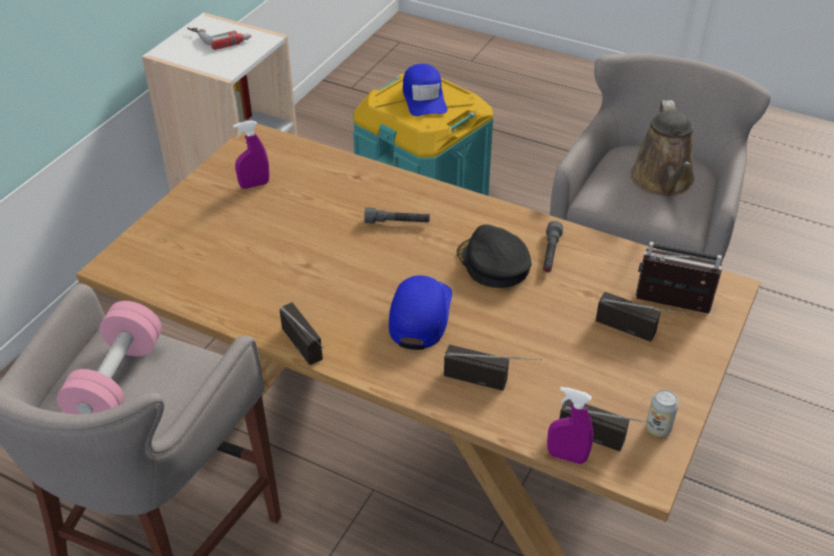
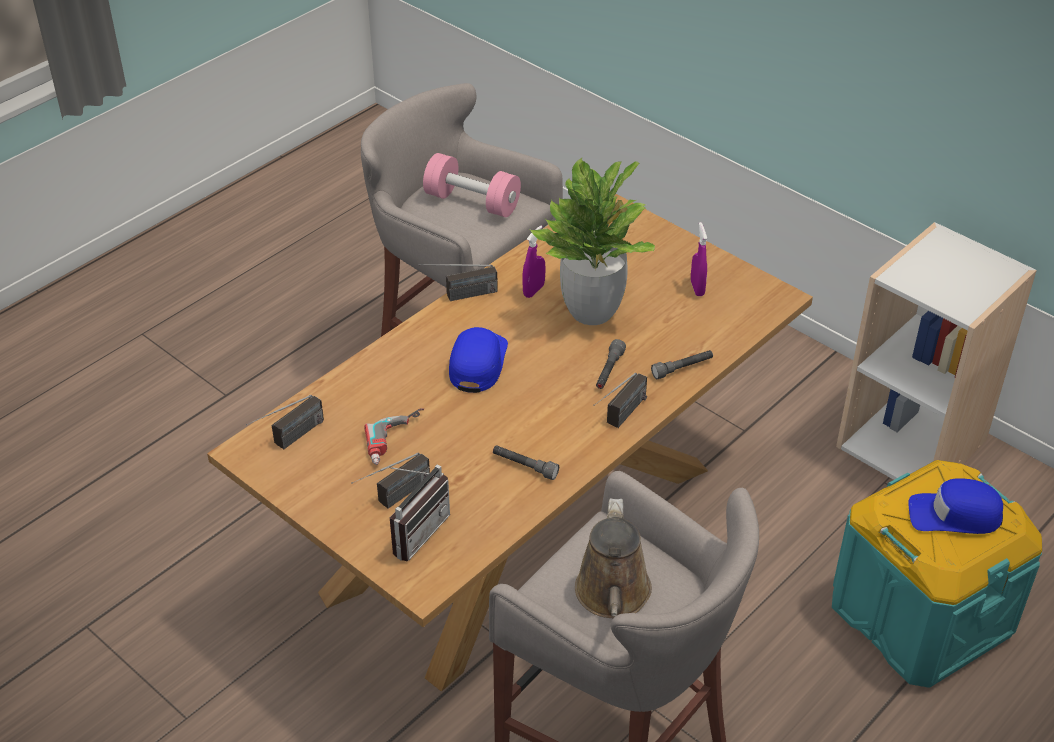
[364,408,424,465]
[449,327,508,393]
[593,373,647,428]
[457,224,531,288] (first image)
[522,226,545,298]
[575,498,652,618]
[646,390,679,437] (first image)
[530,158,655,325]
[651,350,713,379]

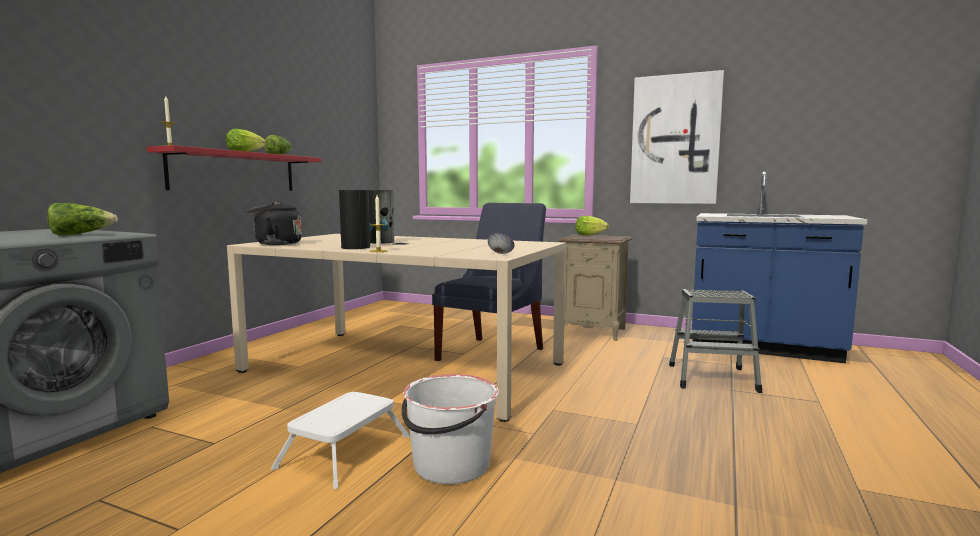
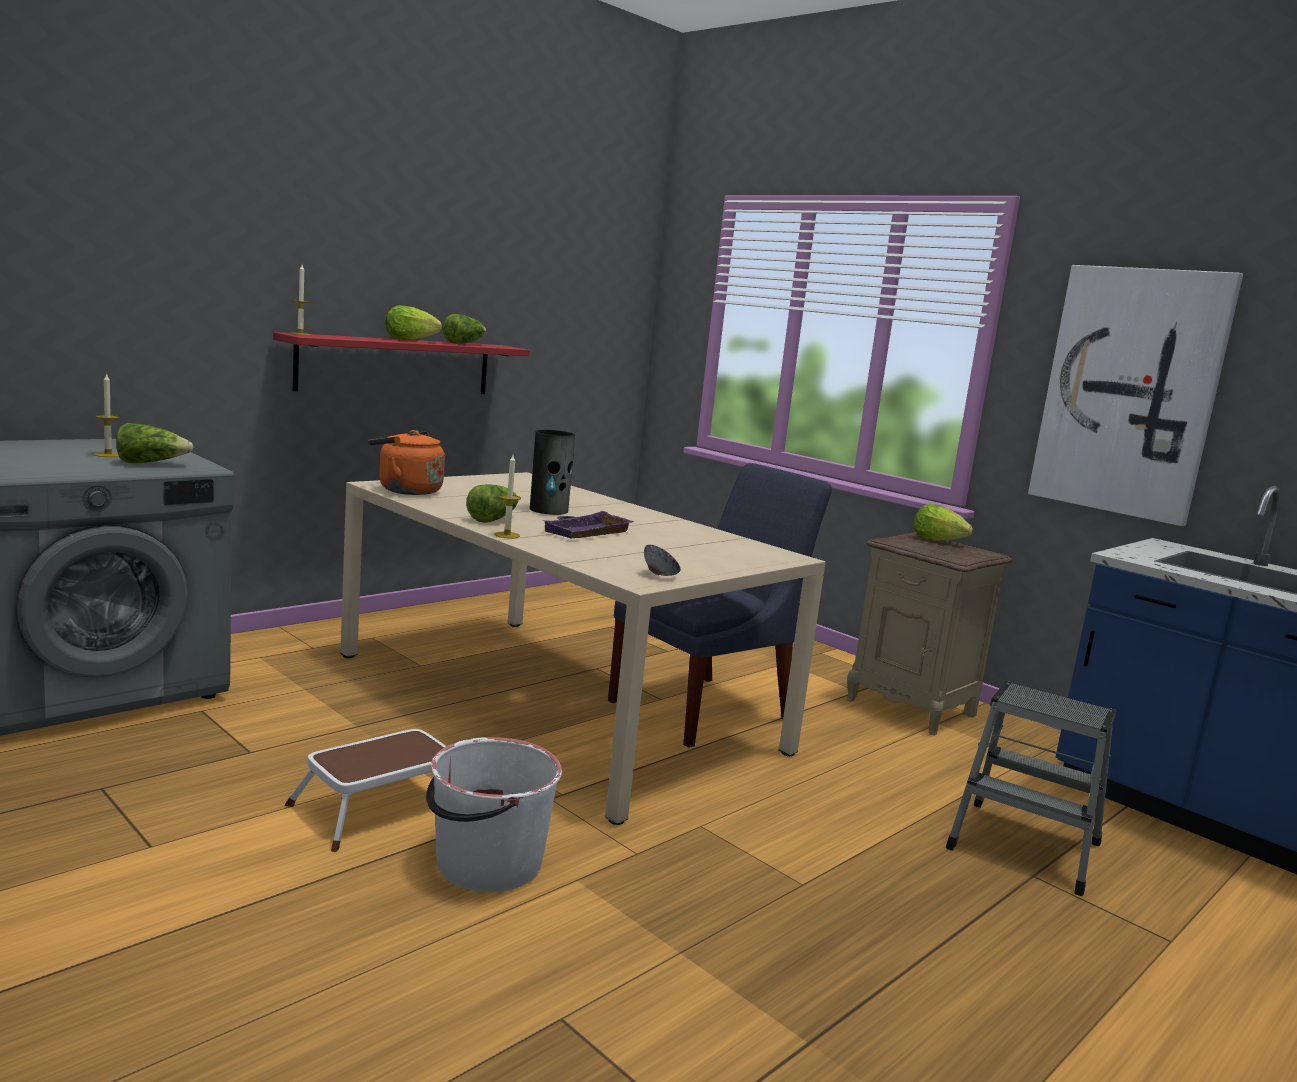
[368,430,445,495]
[284,729,446,852]
[466,484,518,523]
[94,373,120,457]
[542,511,634,539]

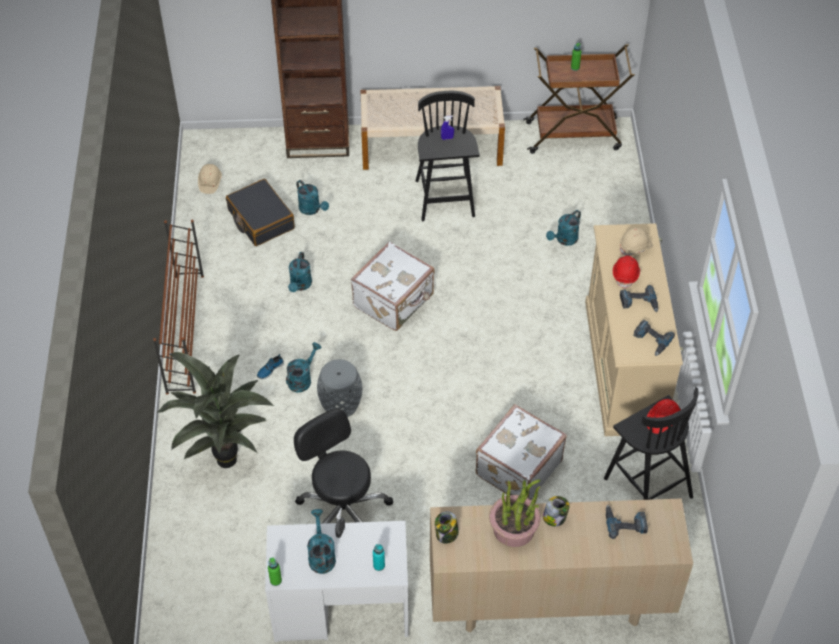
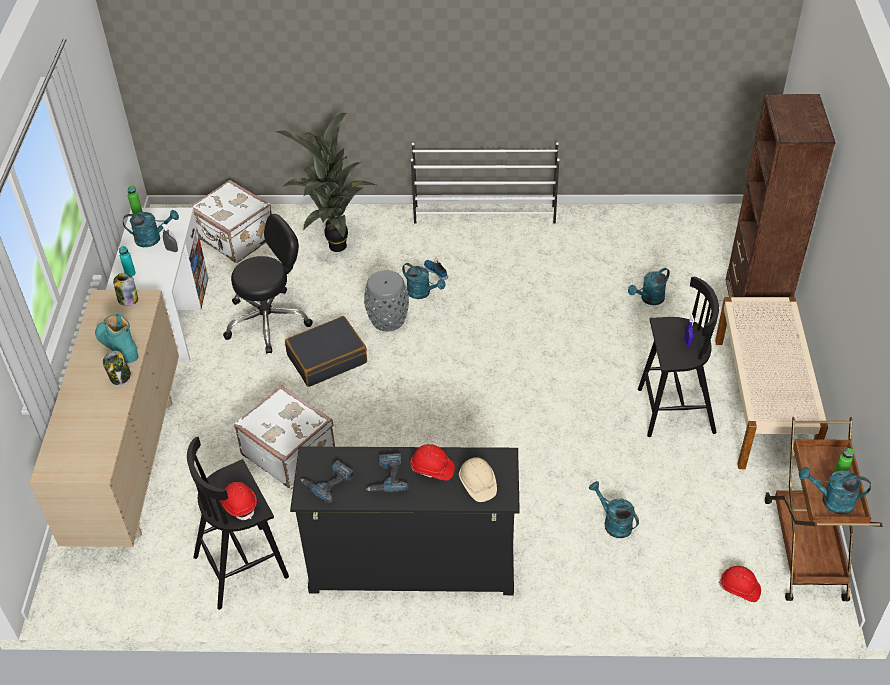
[411,142,560,225]
[198,164,222,194] (first image)
[285,316,367,387]
[799,467,871,515]
[188,180,272,263]
[95,314,138,363]
[290,447,520,595]
[606,505,648,539] (first image)
[719,566,761,602]

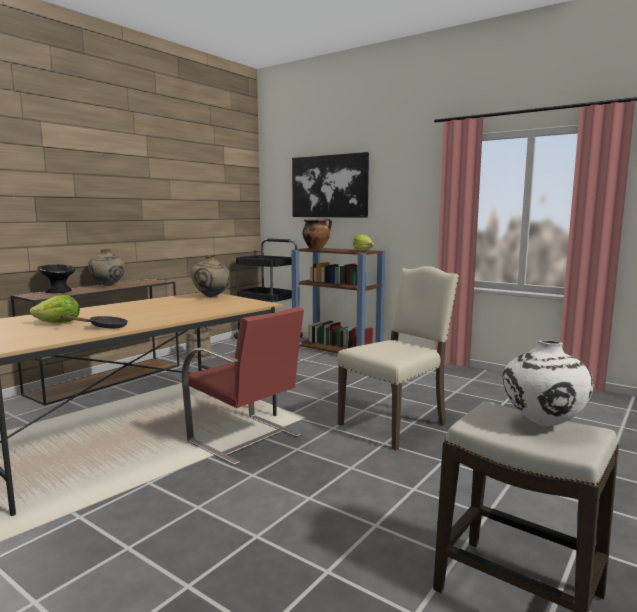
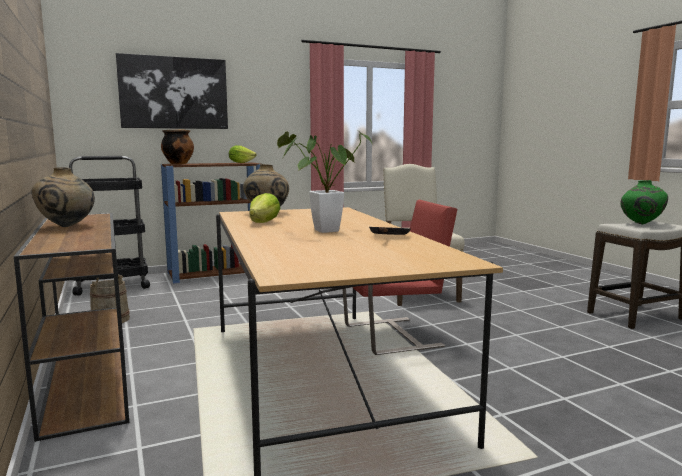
[249,193,280,223]
[37,264,75,293] (first image)
[620,180,668,224]
[277,131,372,233]

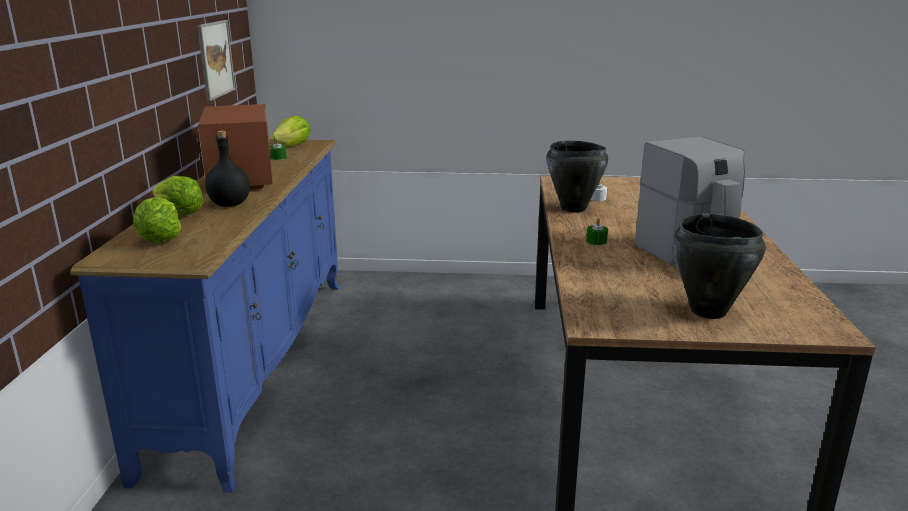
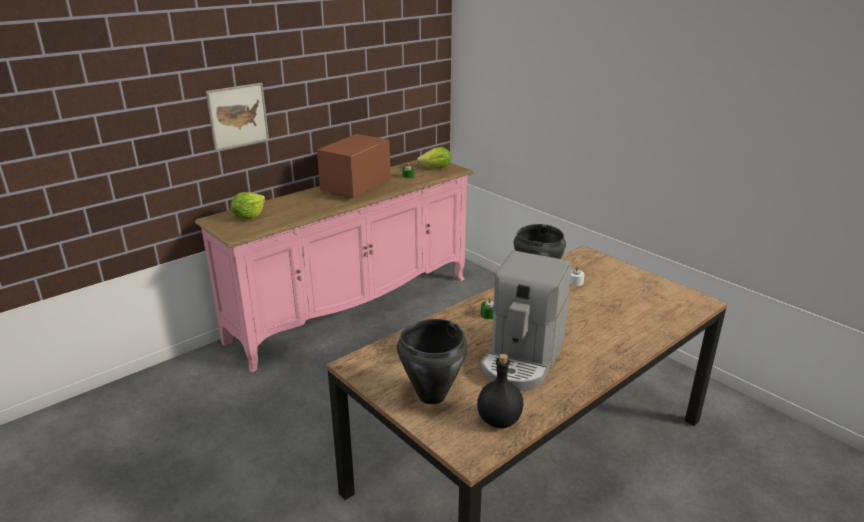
[195,160,474,372]
[152,176,204,215] (first image)
[206,83,269,151]
[477,354,523,428]

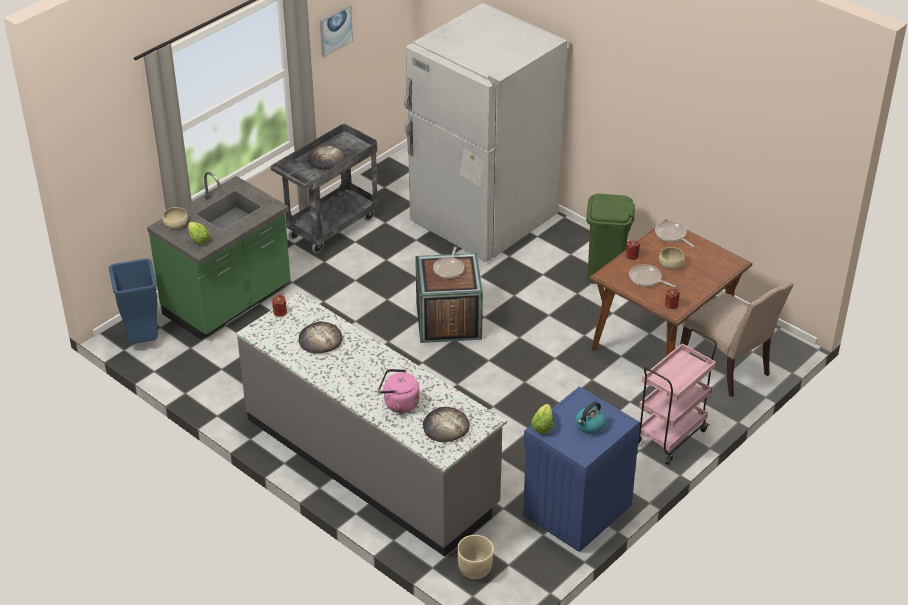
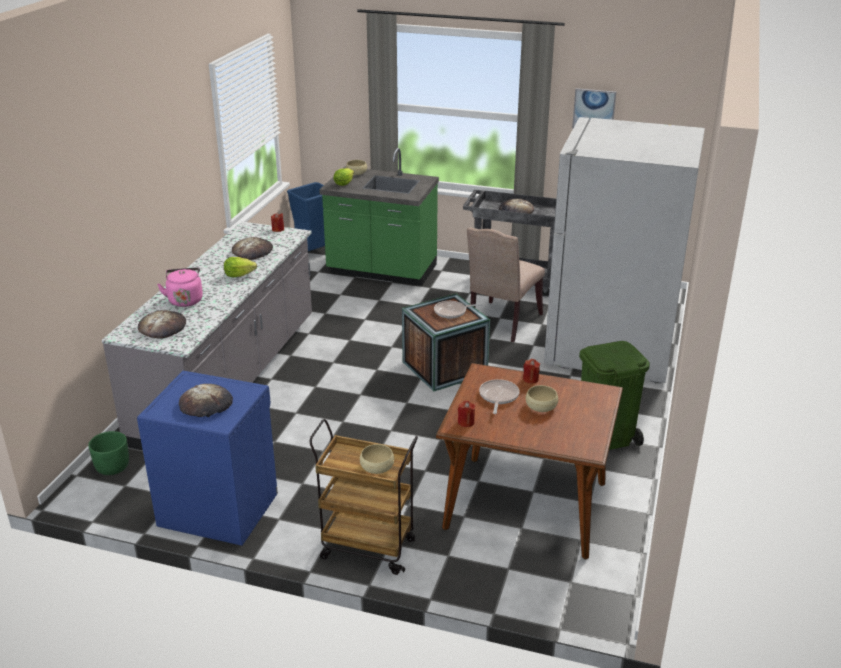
[88,431,129,475]
[224,257,257,277]
[179,384,233,417]
[310,419,418,575]
[655,221,694,247] (first image)
[467,227,545,342]
[360,444,394,474]

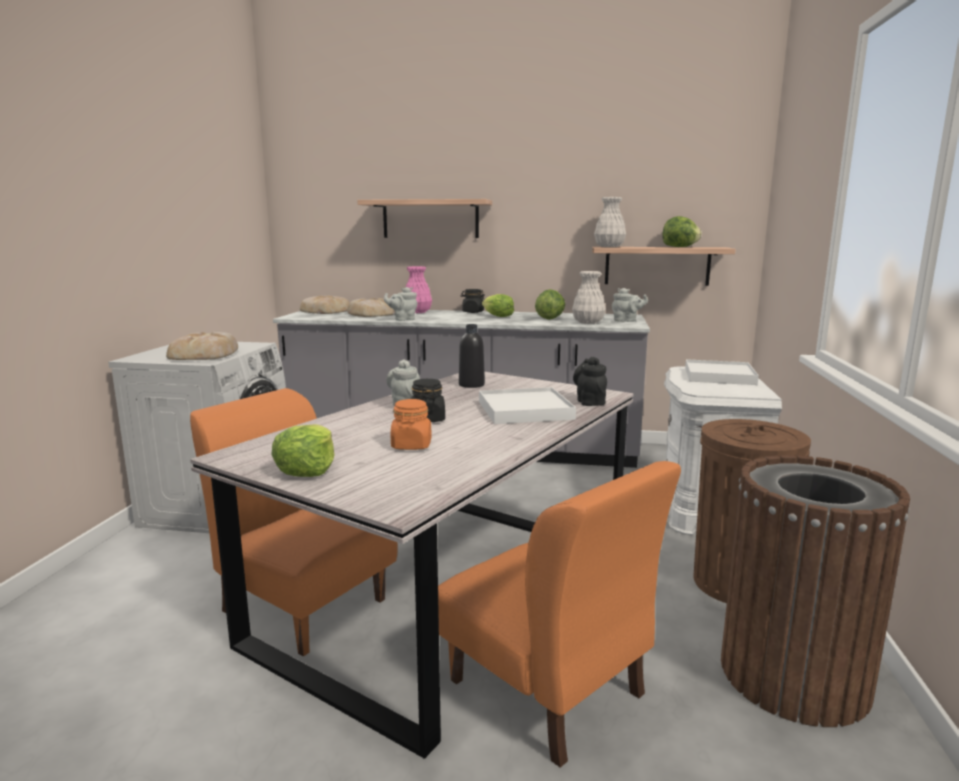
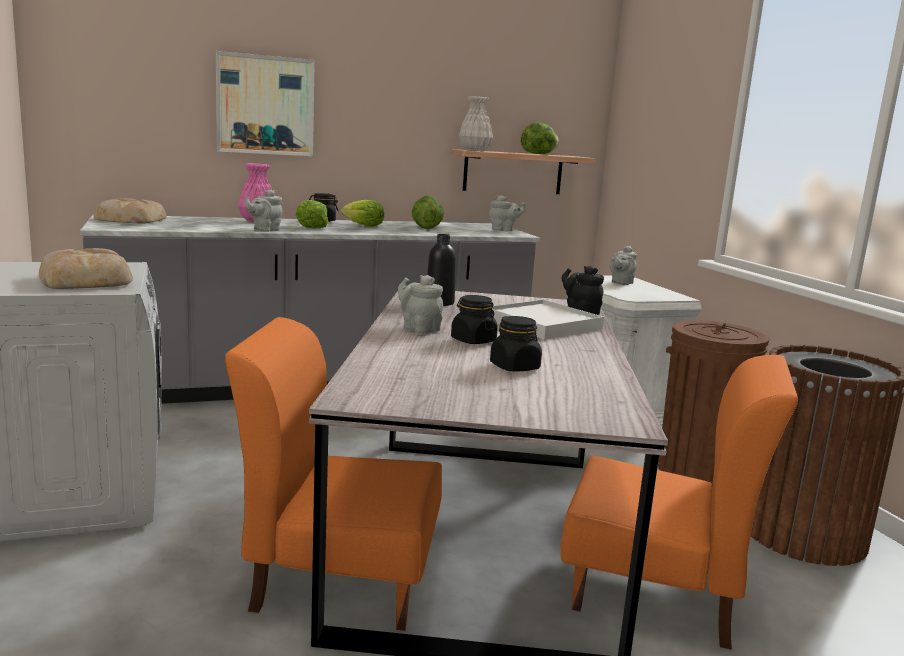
[296,200,328,228]
[347,298,395,317] (first image)
[216,51,315,156]
[490,316,542,371]
[572,271,606,324] (first image)
[609,246,637,285]

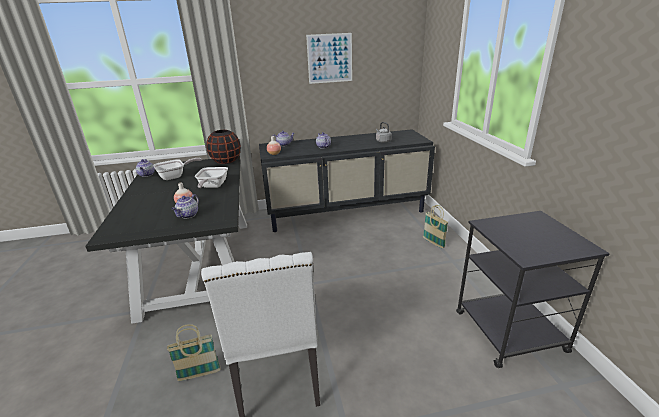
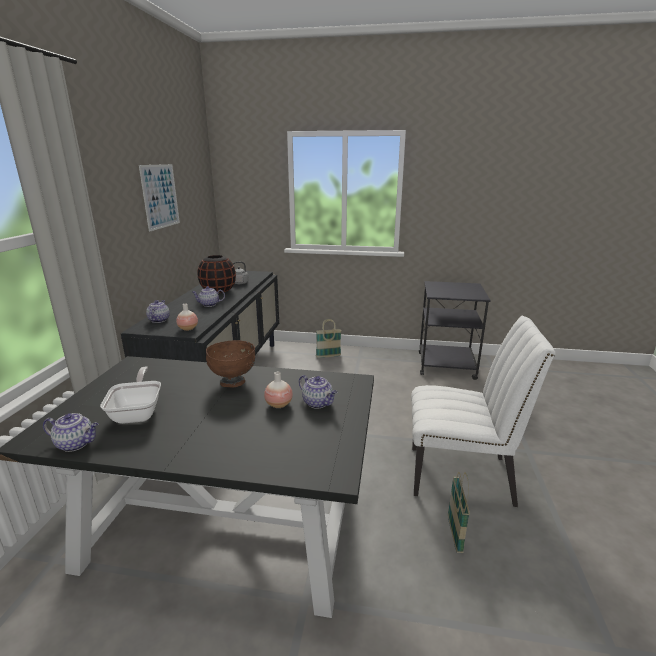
[206,340,255,387]
[197,255,236,293]

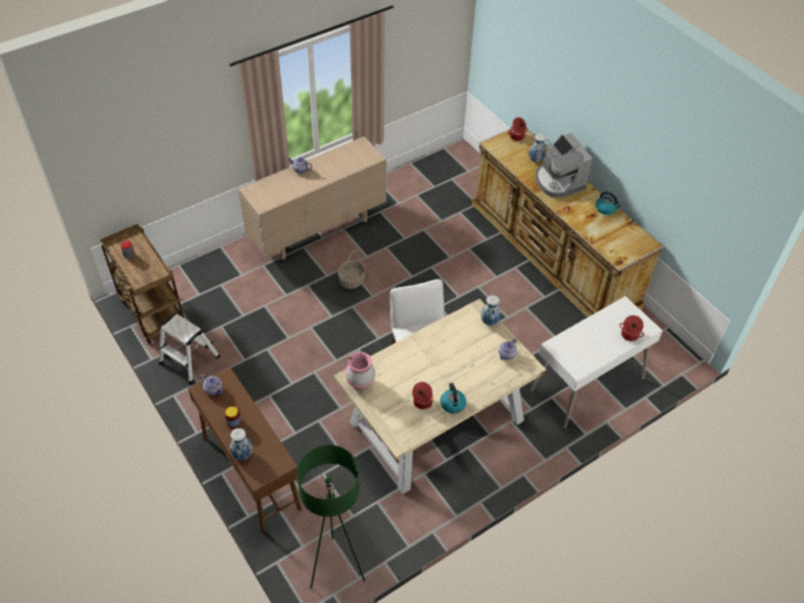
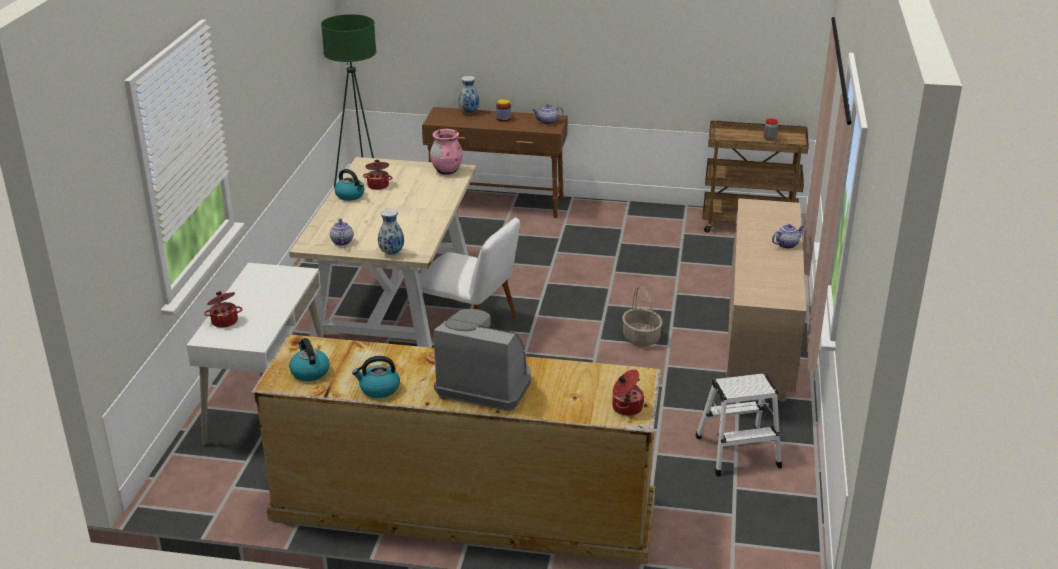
[695,373,782,477]
[529,133,546,162] (first image)
[289,338,330,381]

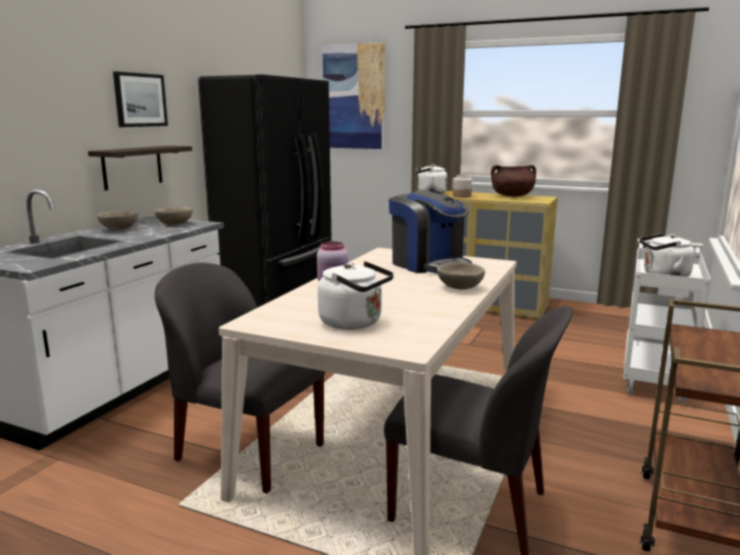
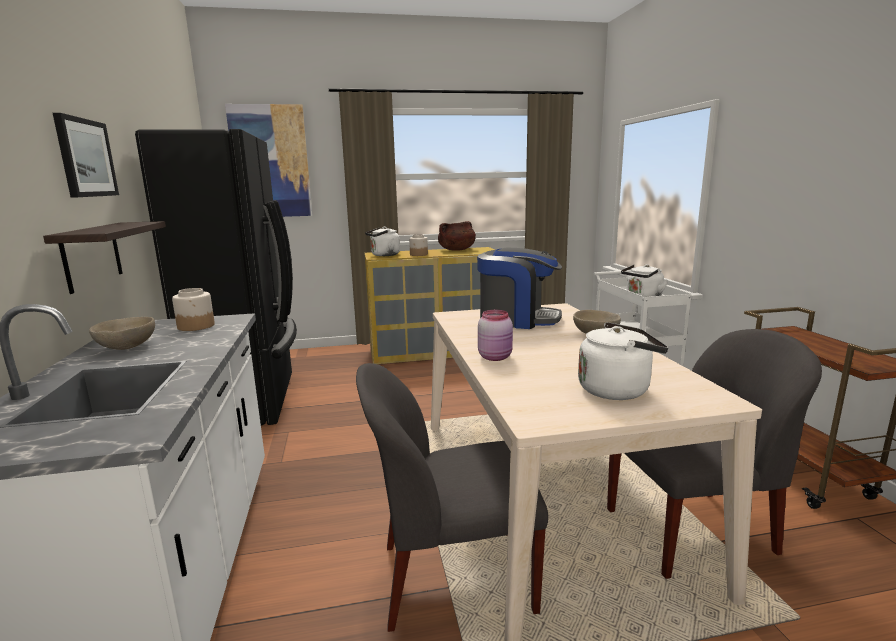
[172,288,215,331]

